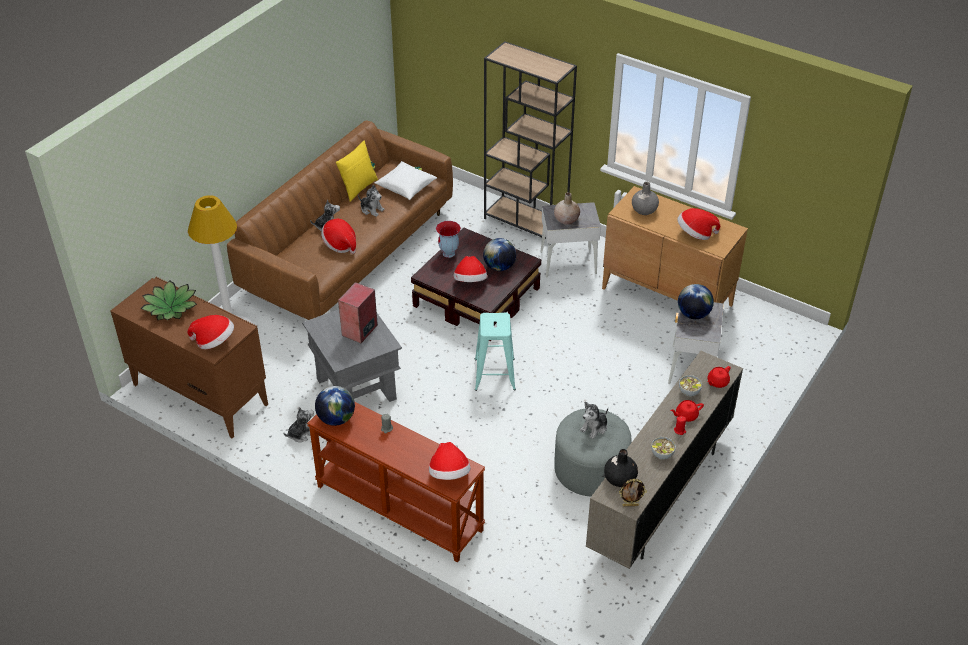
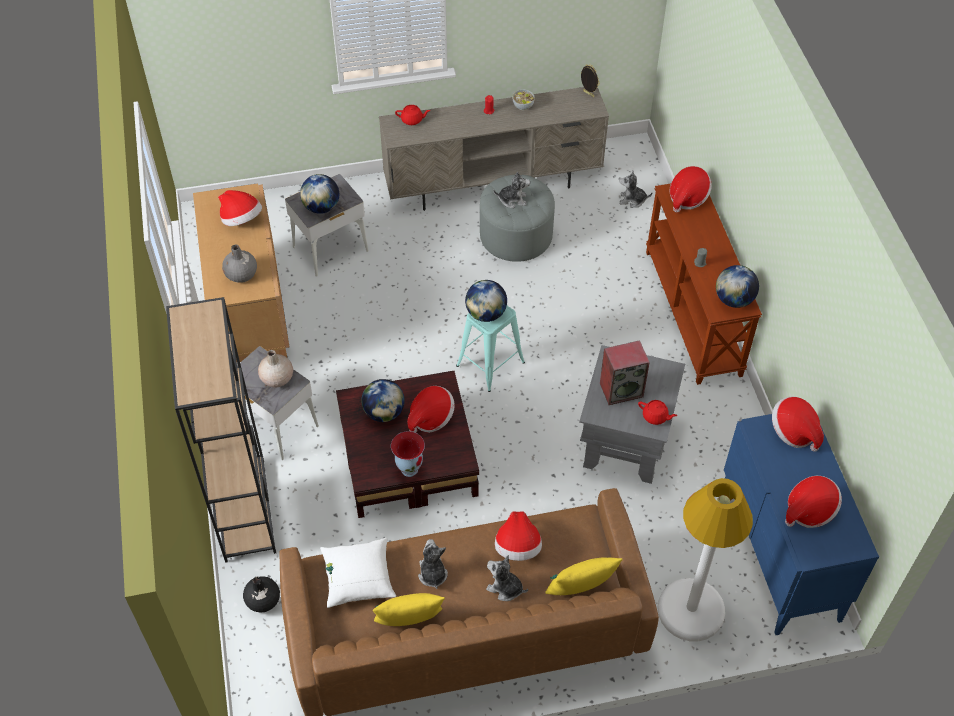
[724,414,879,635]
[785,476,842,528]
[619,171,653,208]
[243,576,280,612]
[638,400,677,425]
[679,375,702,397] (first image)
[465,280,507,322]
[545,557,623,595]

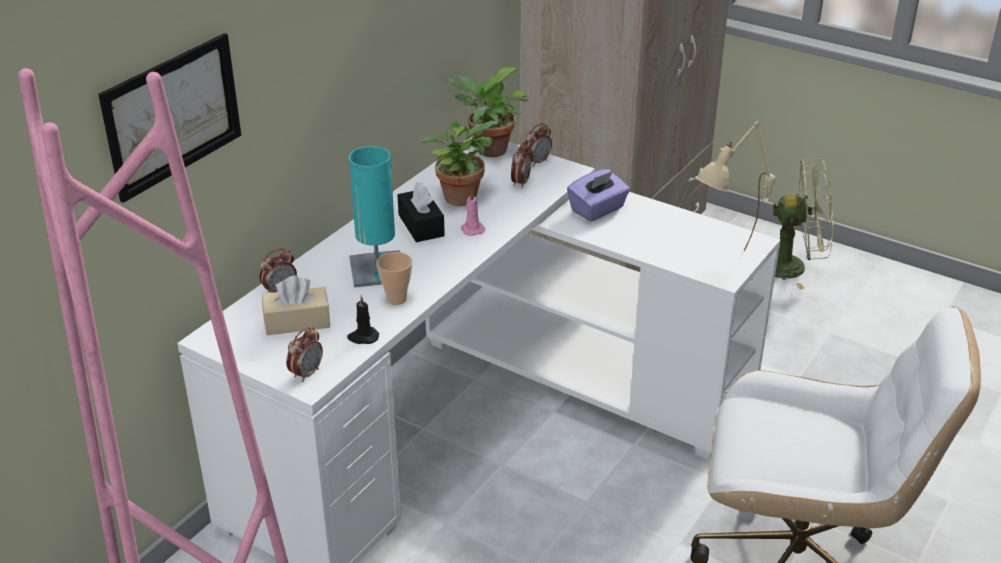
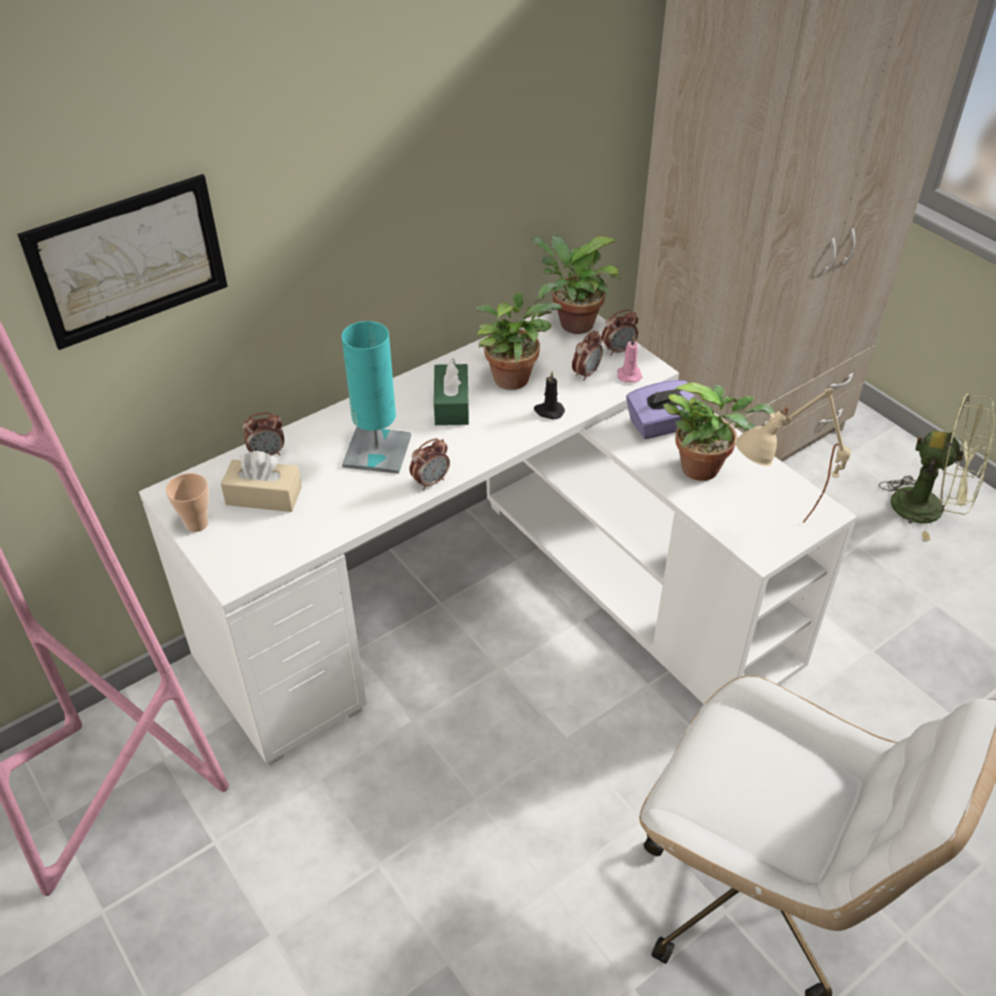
[409,438,450,490]
[534,372,565,420]
[166,473,209,532]
[434,358,469,425]
[617,335,642,383]
[663,382,775,481]

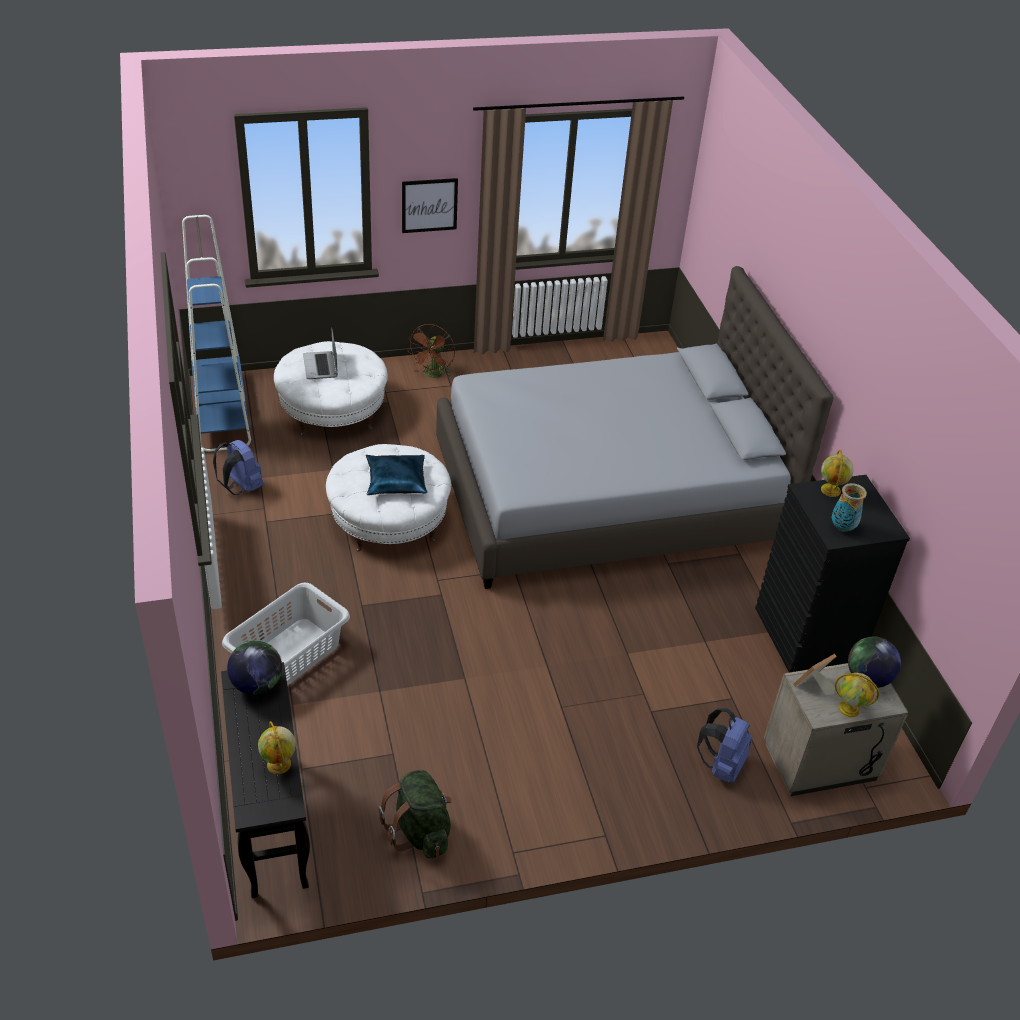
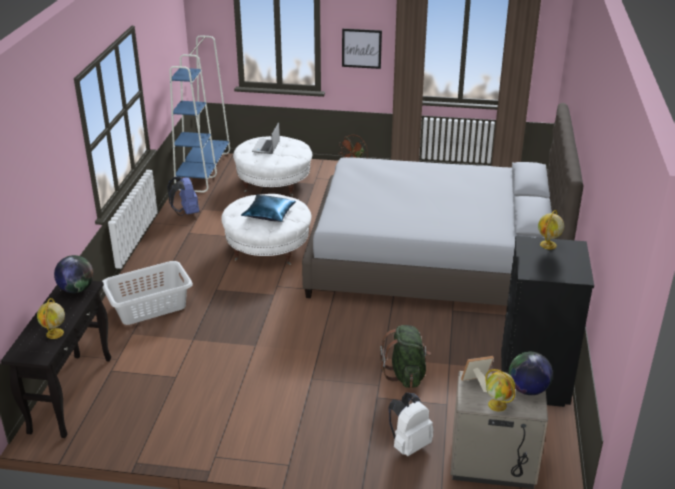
[380,325,431,388]
[388,392,433,456]
[831,483,867,532] (first image)

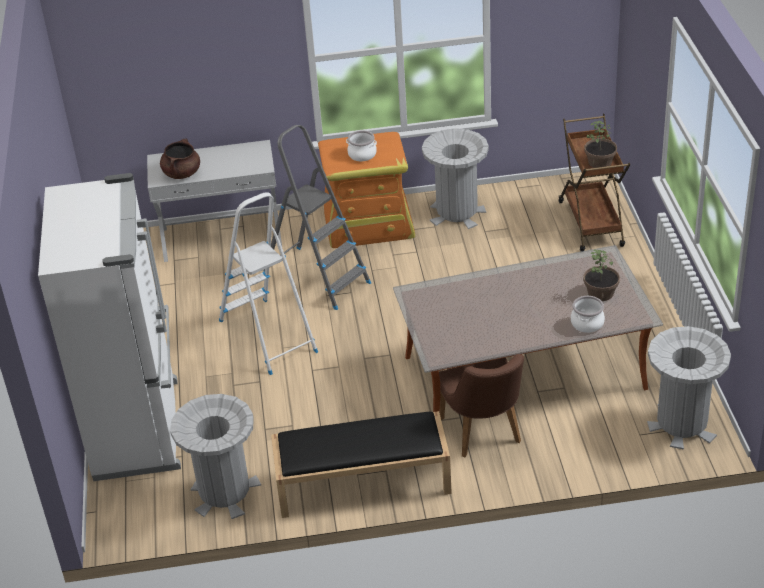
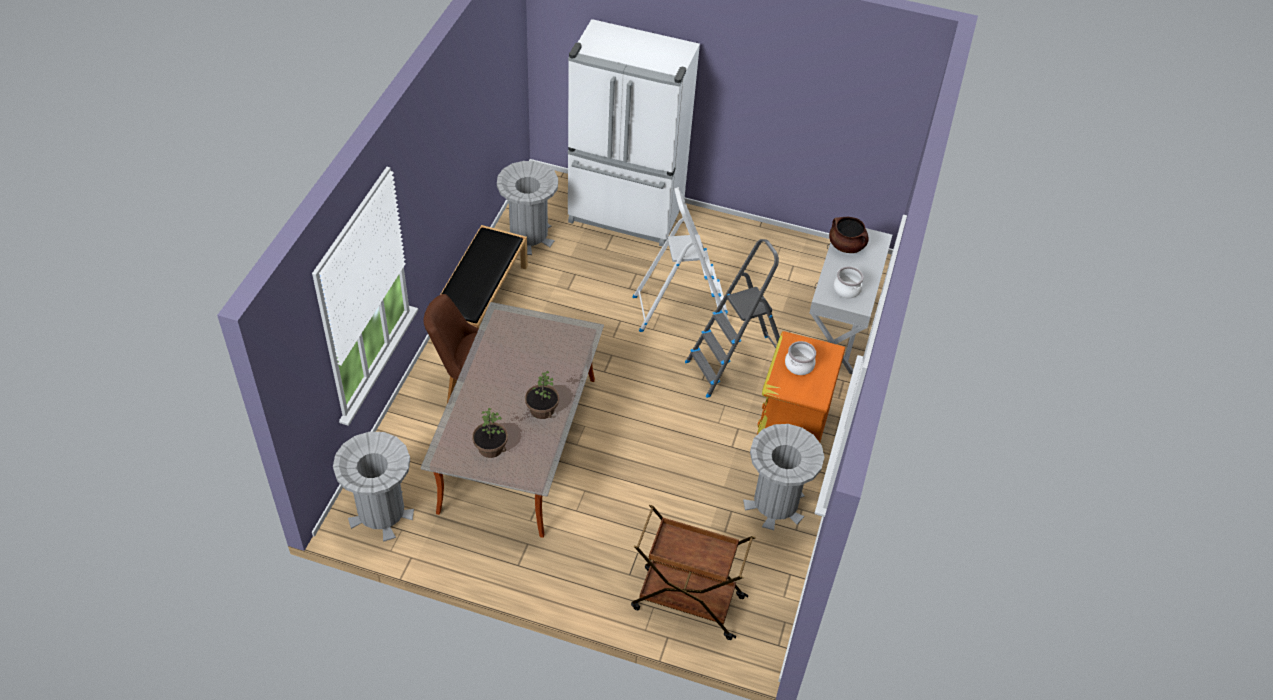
[833,266,864,298]
[525,371,559,419]

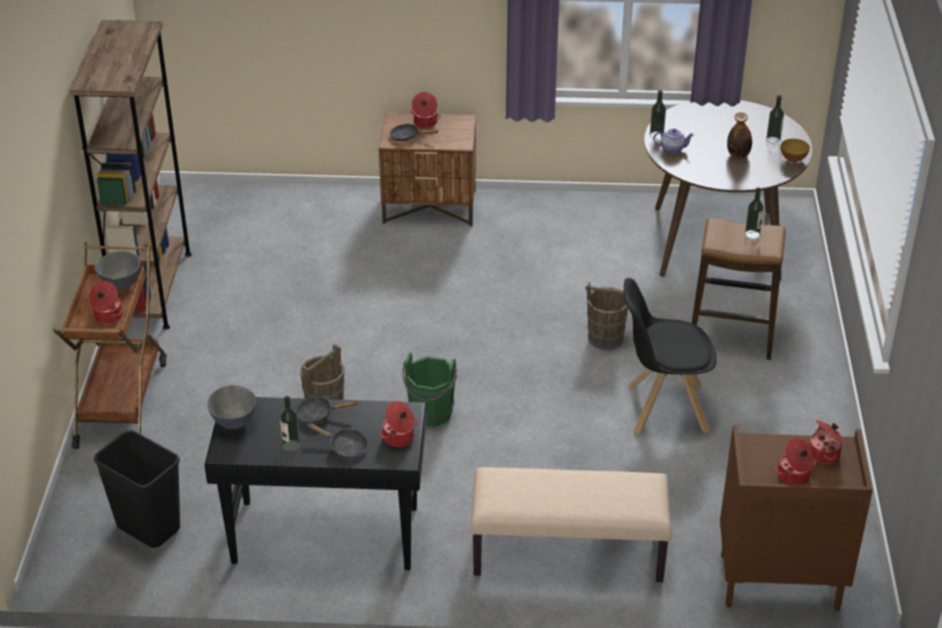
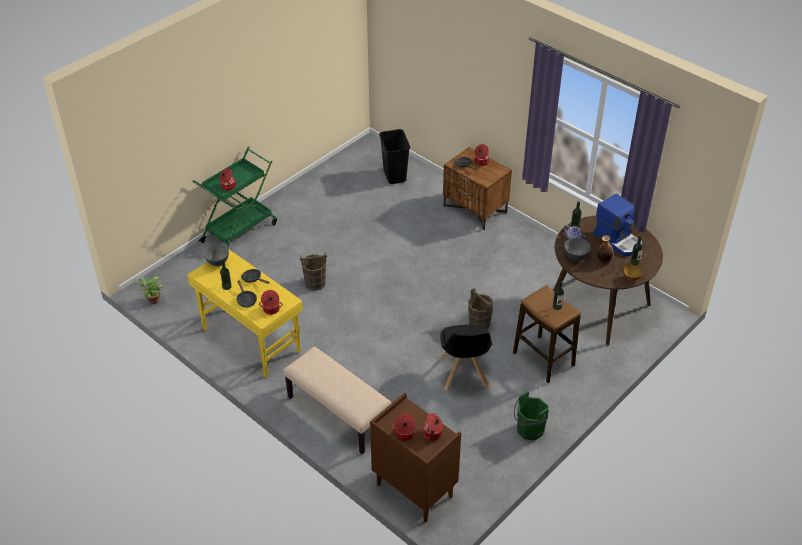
[192,147,277,247]
[70,20,192,330] (first image)
[379,129,410,184]
[564,238,591,261]
[188,250,303,378]
[514,391,549,440]
[438,325,492,391]
[135,277,164,304]
[593,193,642,256]

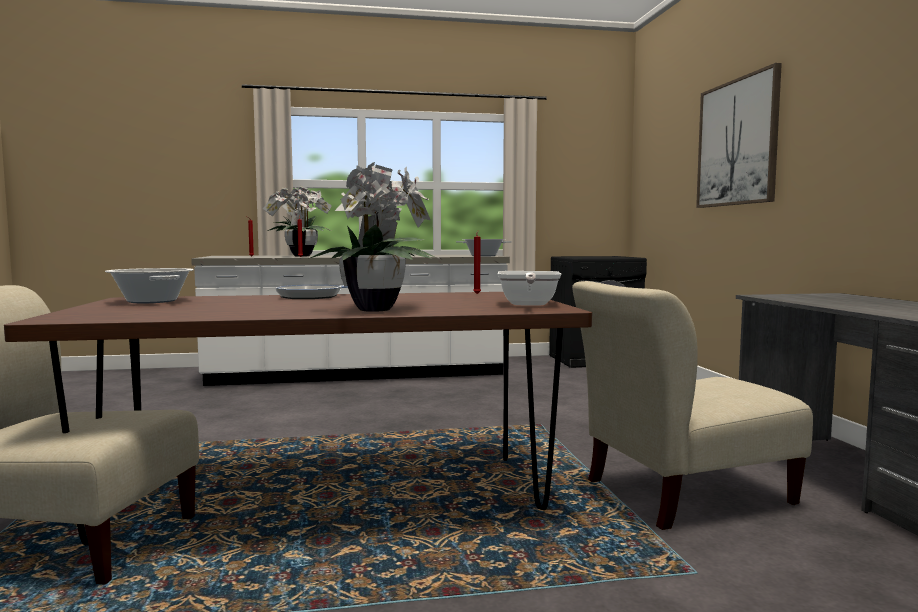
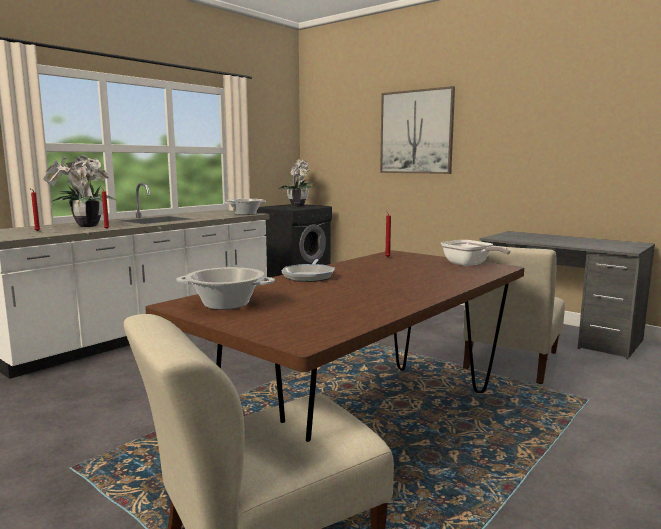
[279,159,318,206]

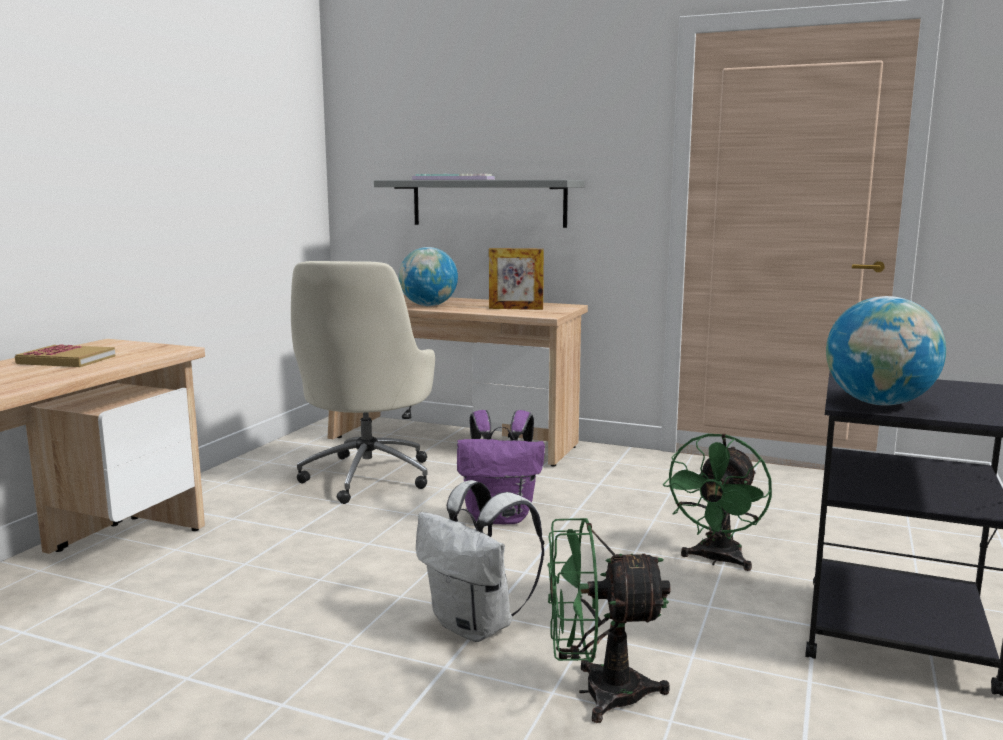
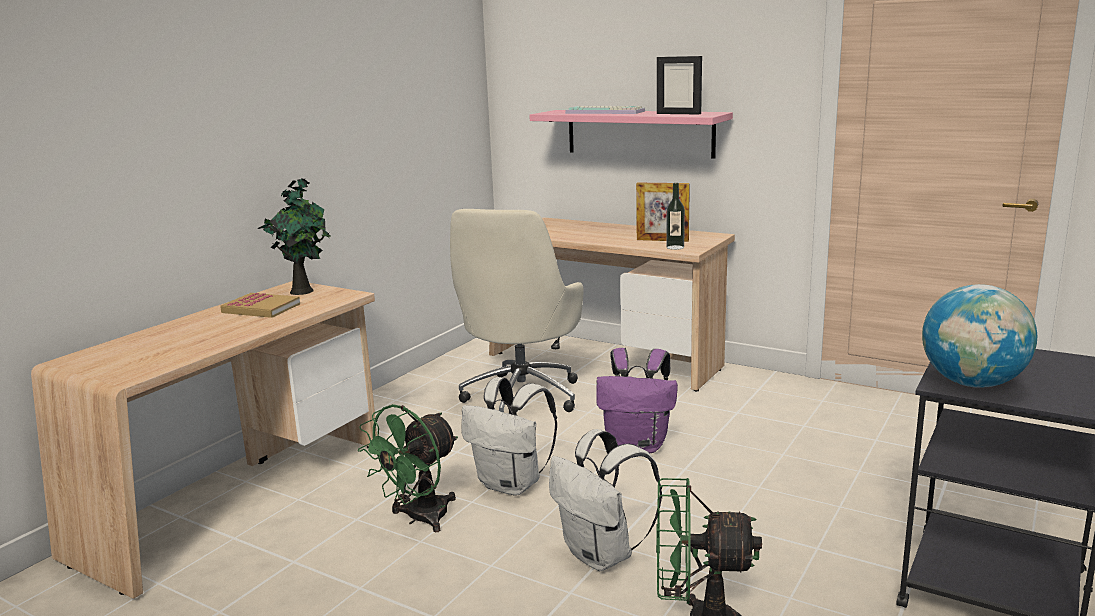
[529,110,733,159]
[399,247,458,306] (first image)
[358,404,458,532]
[258,178,331,295]
[462,377,557,496]
[657,56,702,114]
[666,183,685,250]

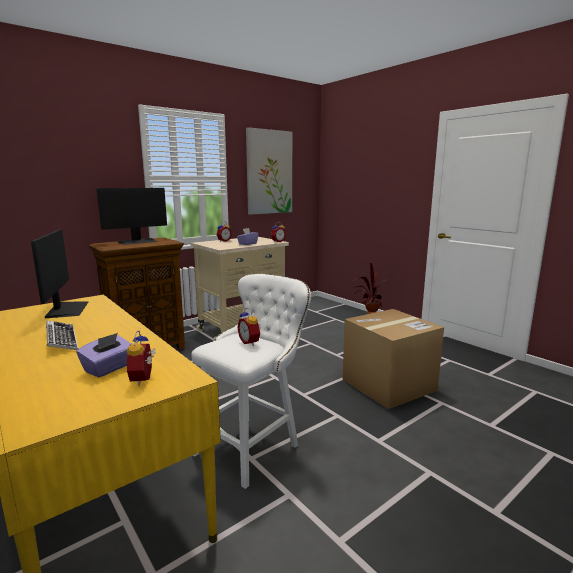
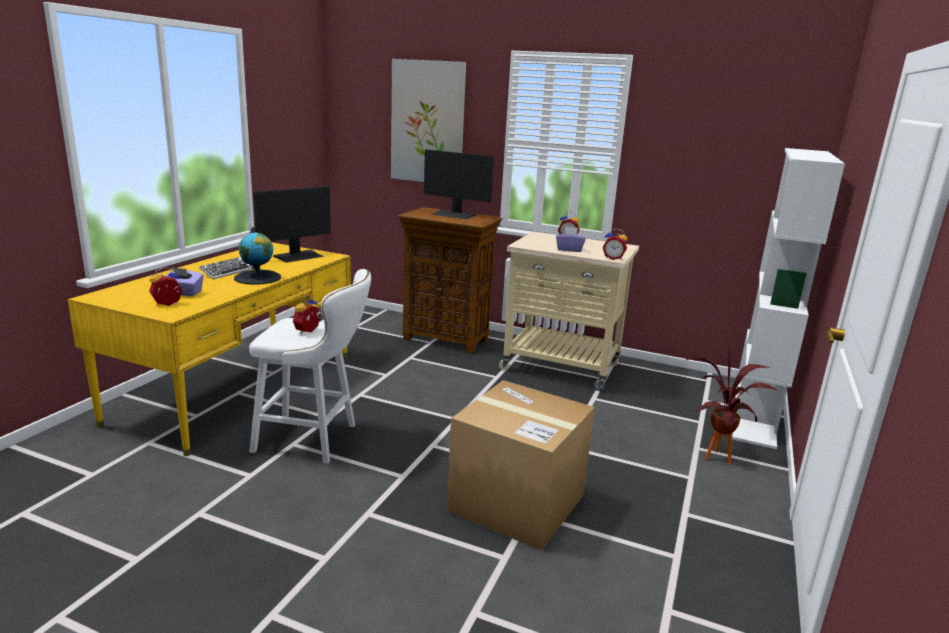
[391,59,466,182]
[234,227,281,285]
[732,148,845,449]

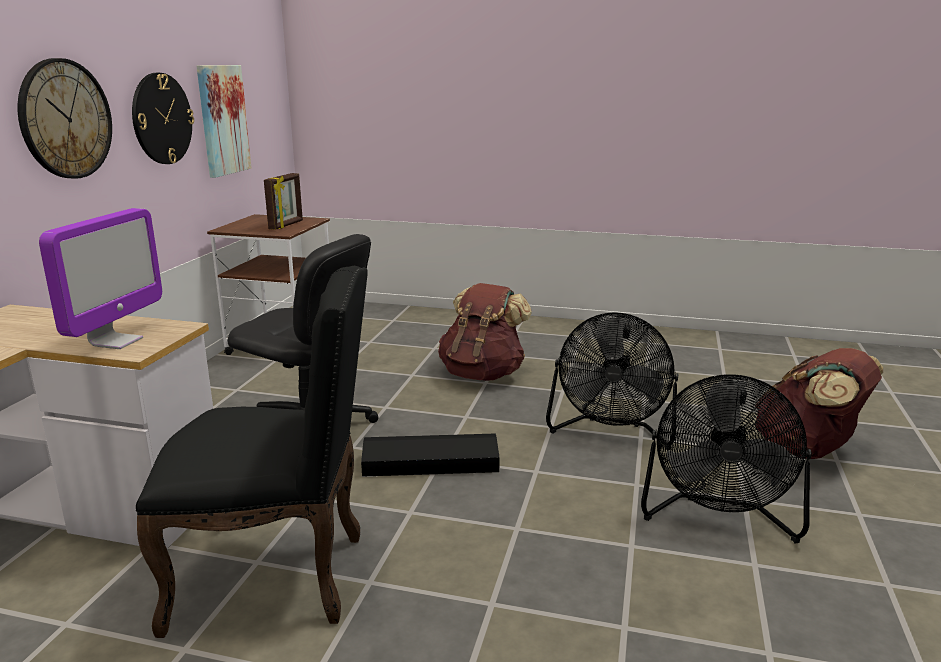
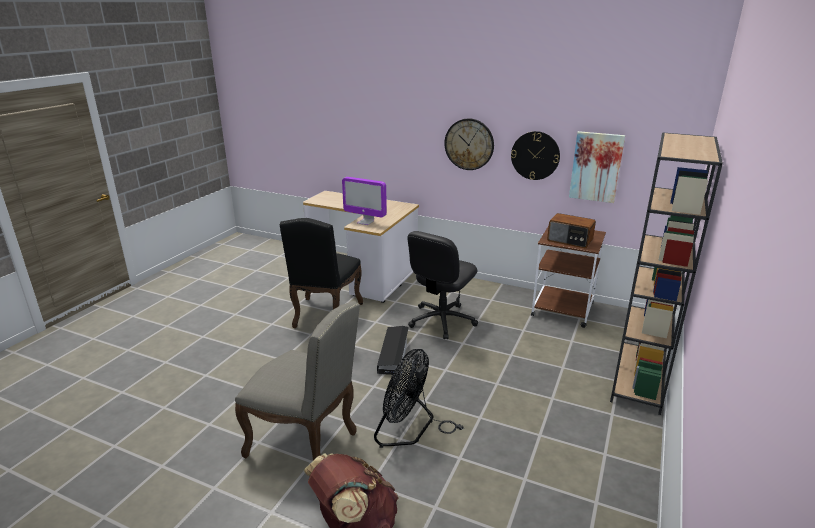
[547,213,596,248]
[438,283,532,381] (first image)
[235,301,360,460]
[610,132,723,415]

